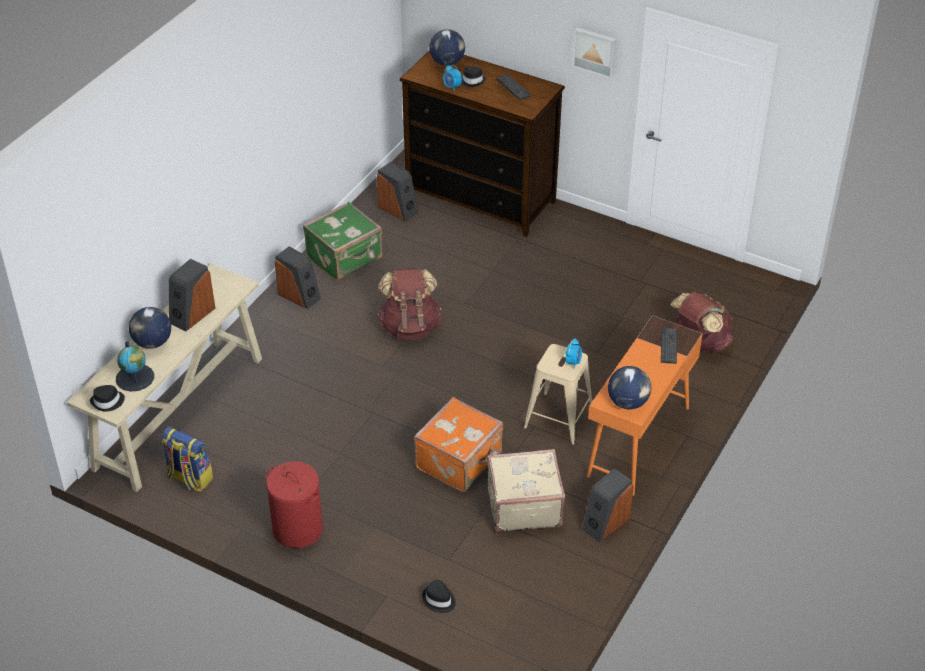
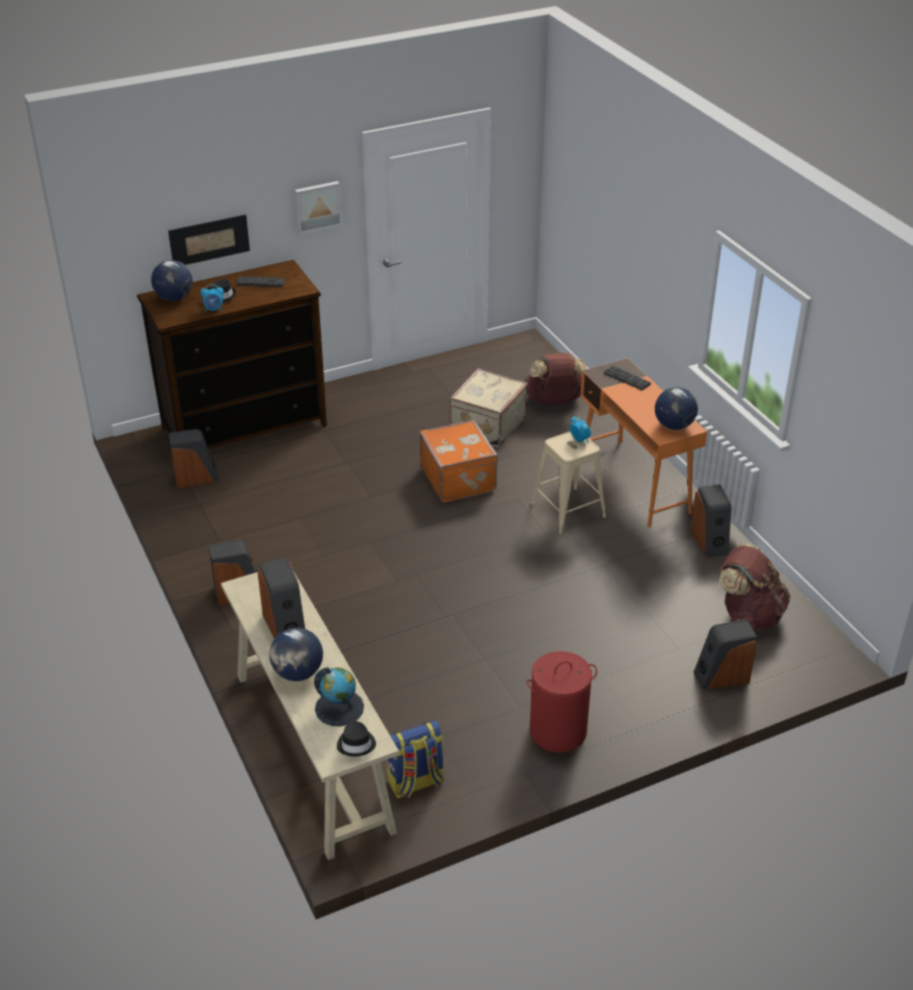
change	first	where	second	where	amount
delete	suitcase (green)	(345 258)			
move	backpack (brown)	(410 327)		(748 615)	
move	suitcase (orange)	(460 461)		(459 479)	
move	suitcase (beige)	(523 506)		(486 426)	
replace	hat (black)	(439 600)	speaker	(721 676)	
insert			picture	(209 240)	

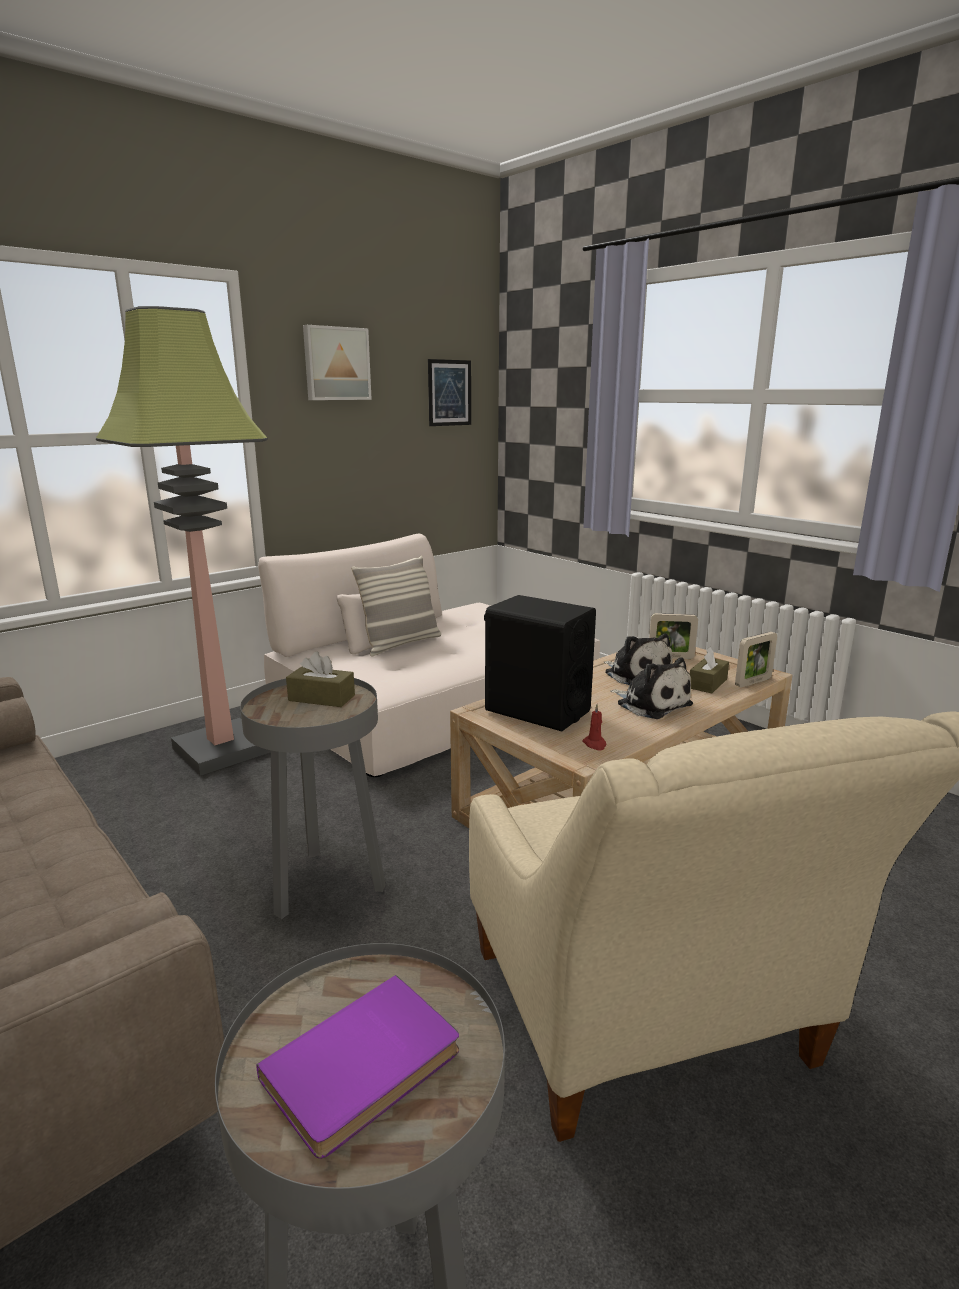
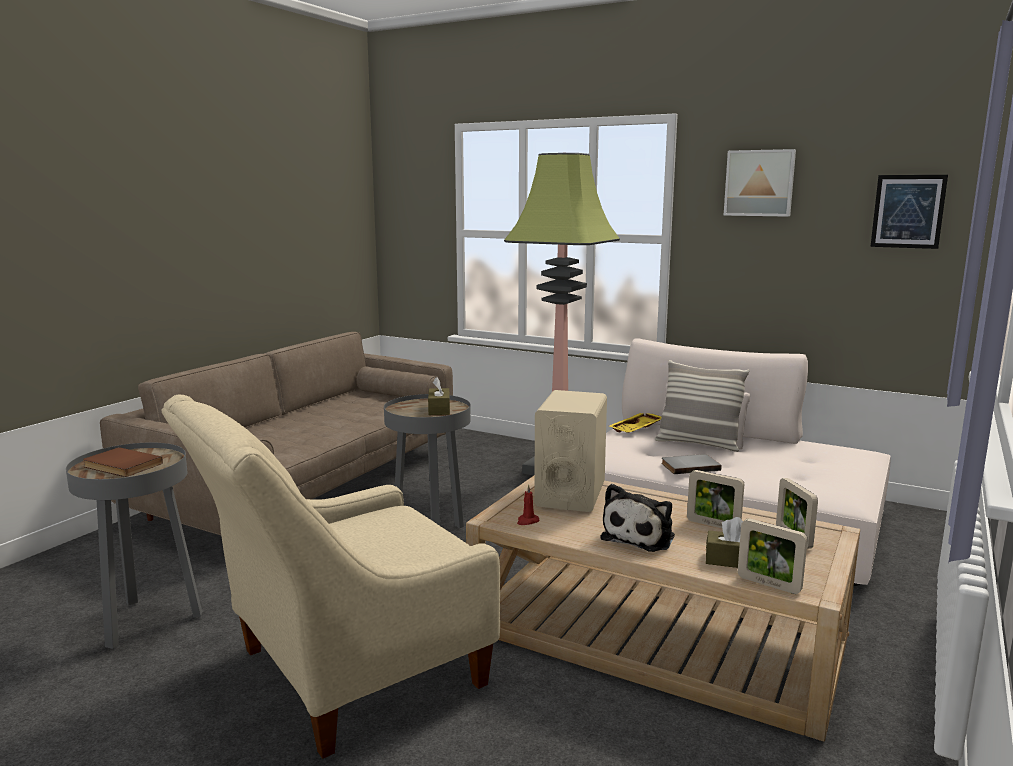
change	first	where	second	where	amount
recolor	speaker (black)	(537 711)	speaker (beige)	(570 494)	
replace	plush toy	(636 674)	picture frame	(713 525)	
recolor	book (purple)	(366 1068)	book (brown)	(120 466)	
insert			tray (yellow)	(637 429)	
insert			book (grey)	(689 466)	

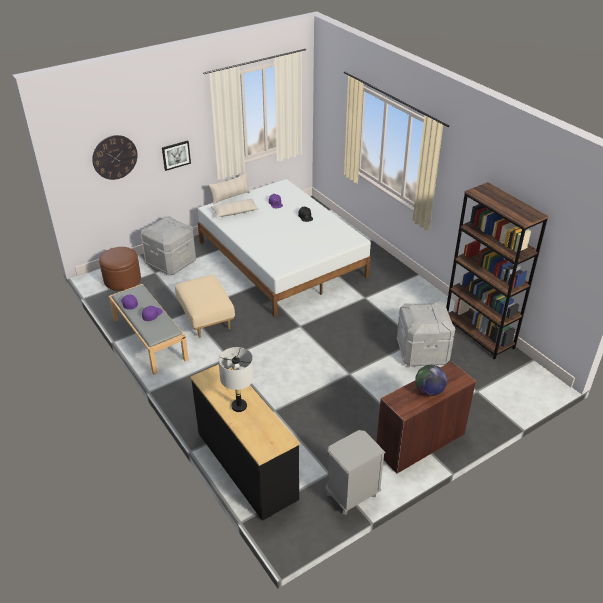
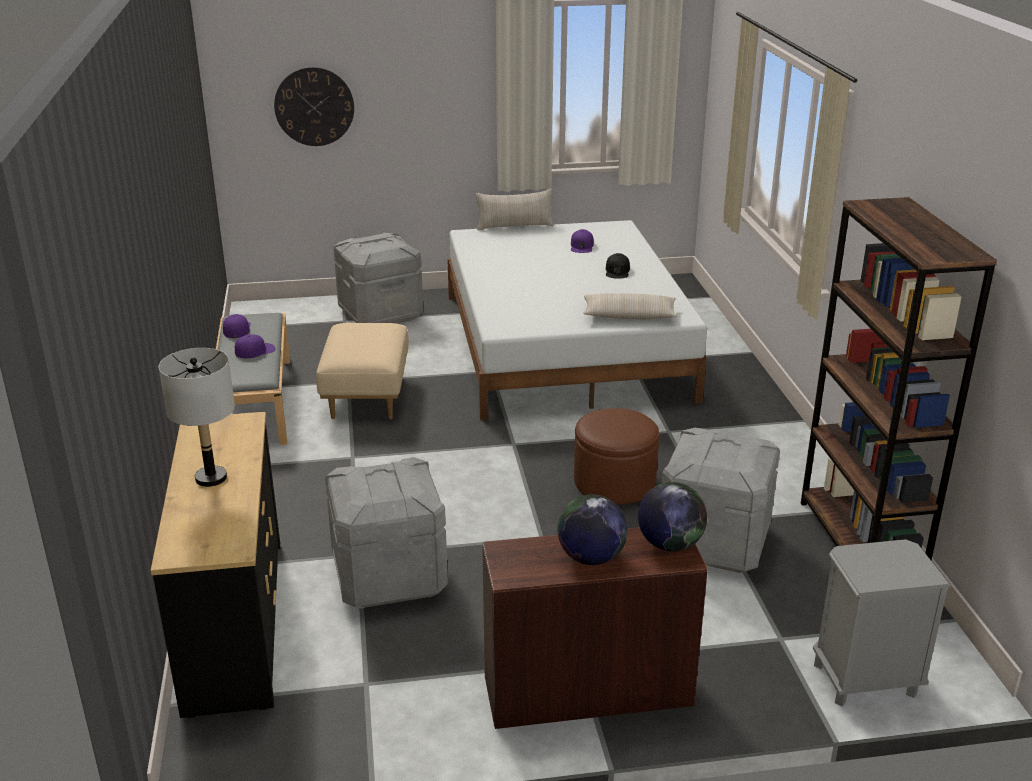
change	first	where	second	where	amount
delete	picture	(176 155)			
move	pillow (beige)	(235 212)		(629 315)	
move	ottoman (brown)	(122 280)		(614 482)	
move	nightstand (grey)	(352 495)		(864 680)	
insert			storage box (grey)	(388 575)	
insert			globe	(669 544)	

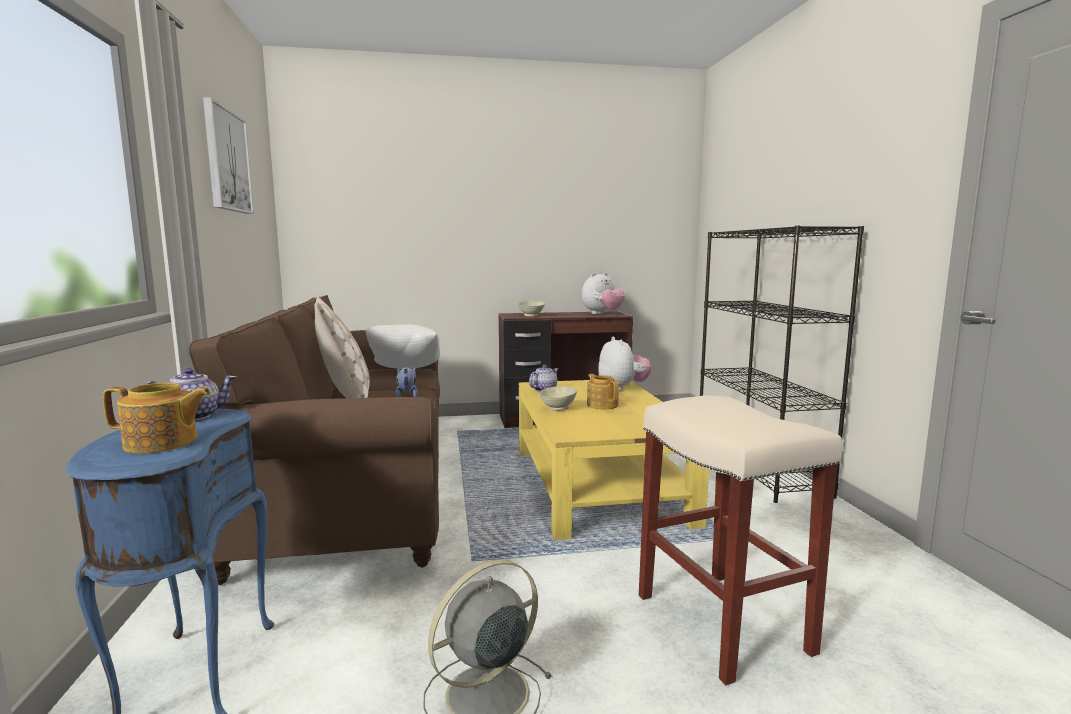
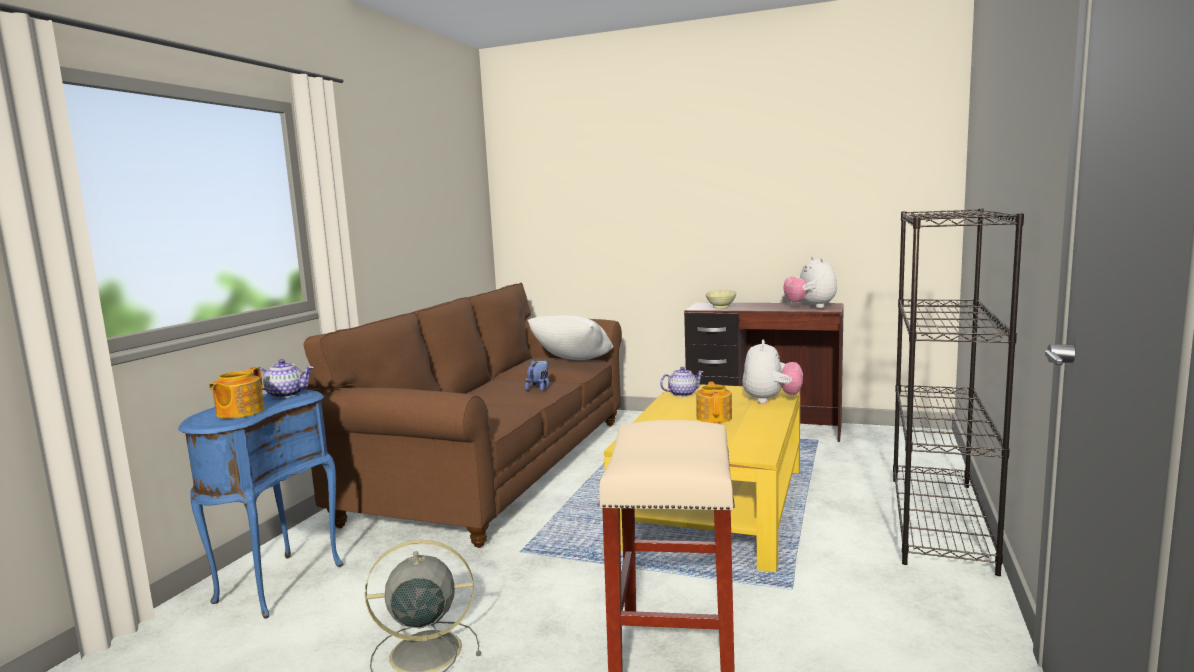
change	first	where	second	where	amount
delete	picture	(227 161)			
rotate	plush toy	(602 314)		(810 307)	90 degrees clockwise
delete	pillow (beige)	(345 396)			
rotate	teapot	(162 443)		(239 412)	75 degrees clockwise
delete	bowl (beige)	(557 408)			

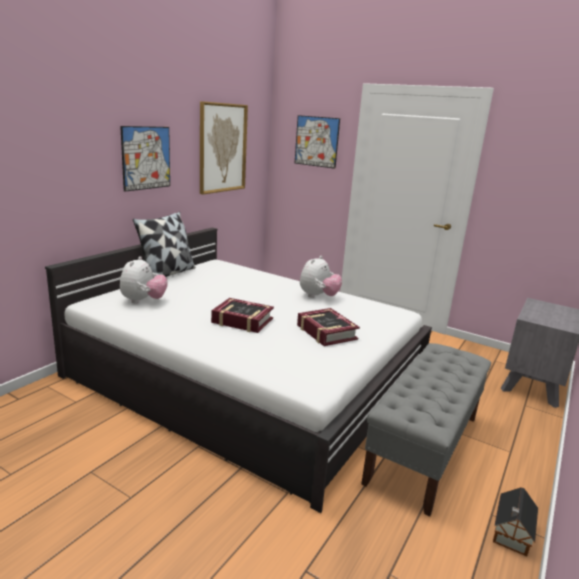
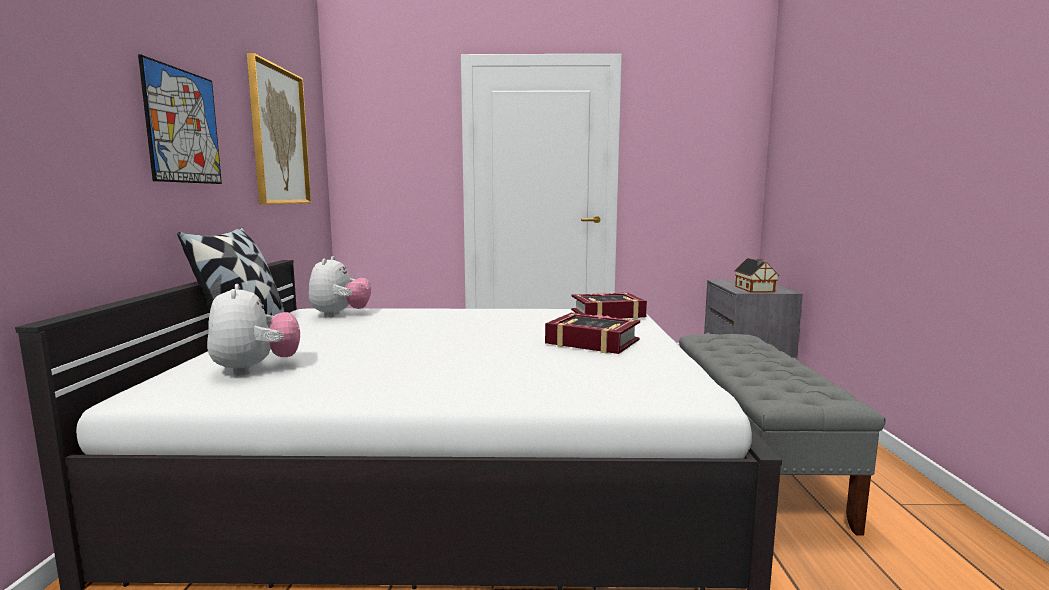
change	first	where	second	where	amount
delete	picture	(316 141)			
move	plush toy	(318 296)		(340 315)	
move	book	(242 321)		(607 314)	
move	toy house	(511 533)		(754 289)	

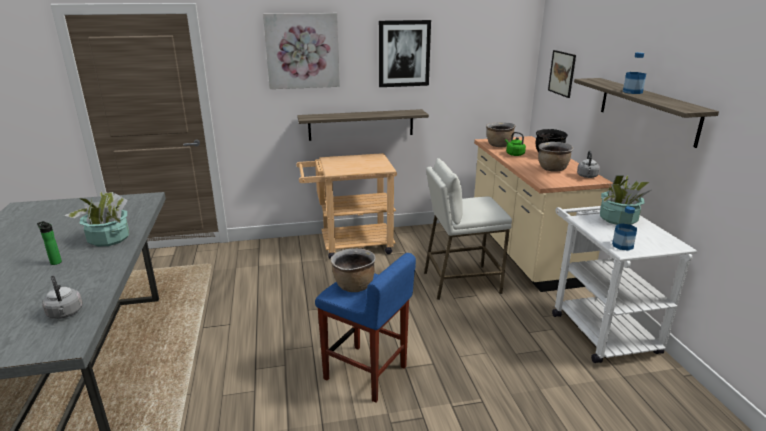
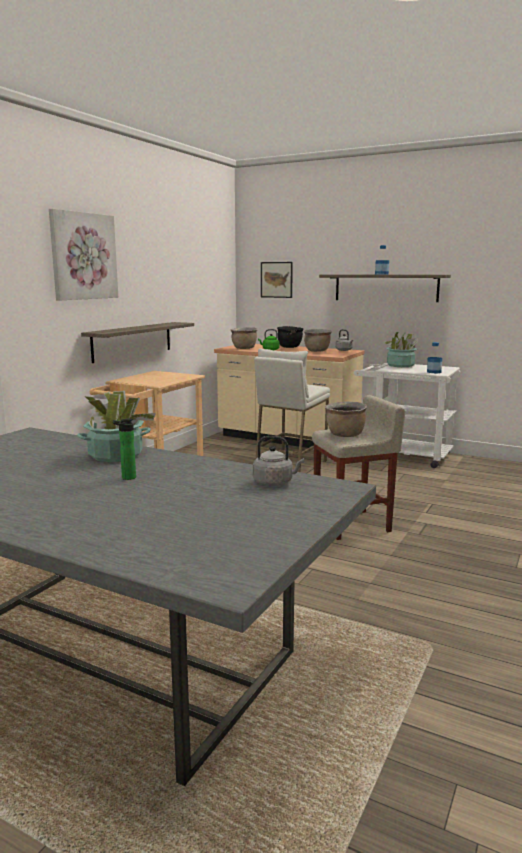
change	first	where	second	where	amount
delete	picture	(404 53)			
recolor	stool (blue)	(366 373)	stool (beige)	(352 524)	

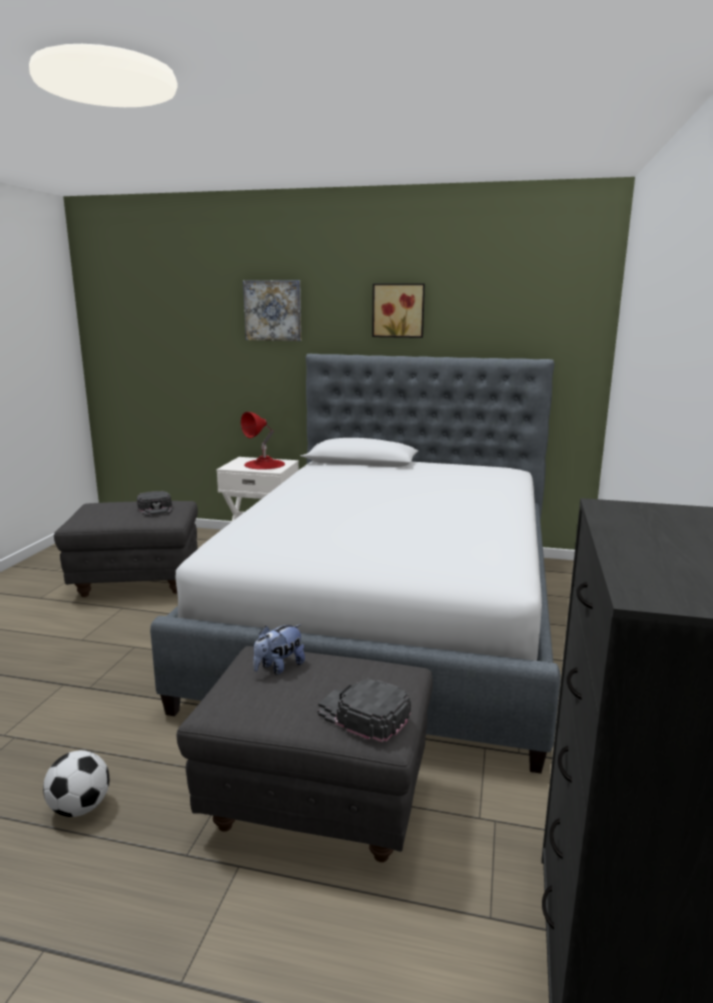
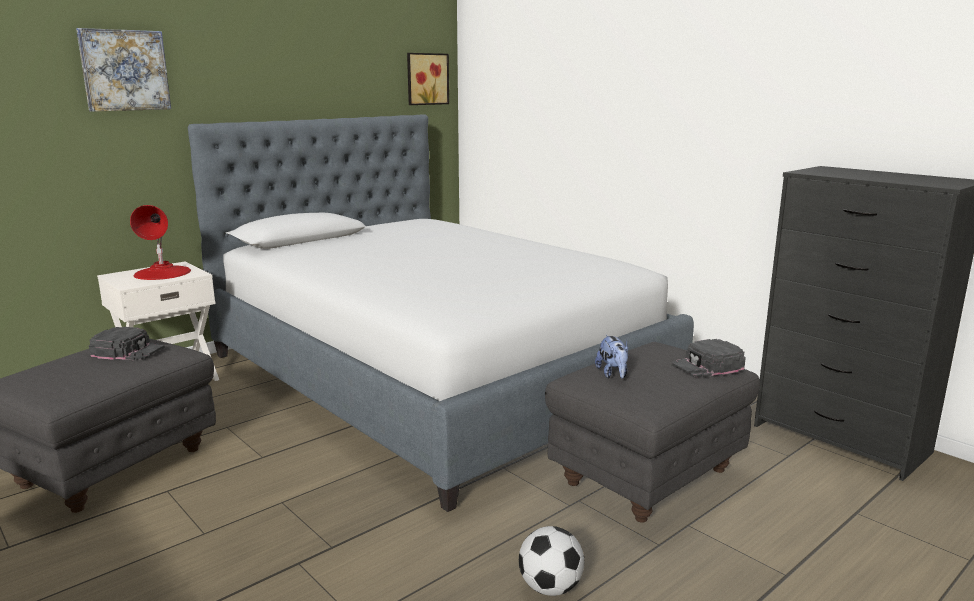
change	first	where	second	where	amount
move	picture	(398 310)		(426 79)	

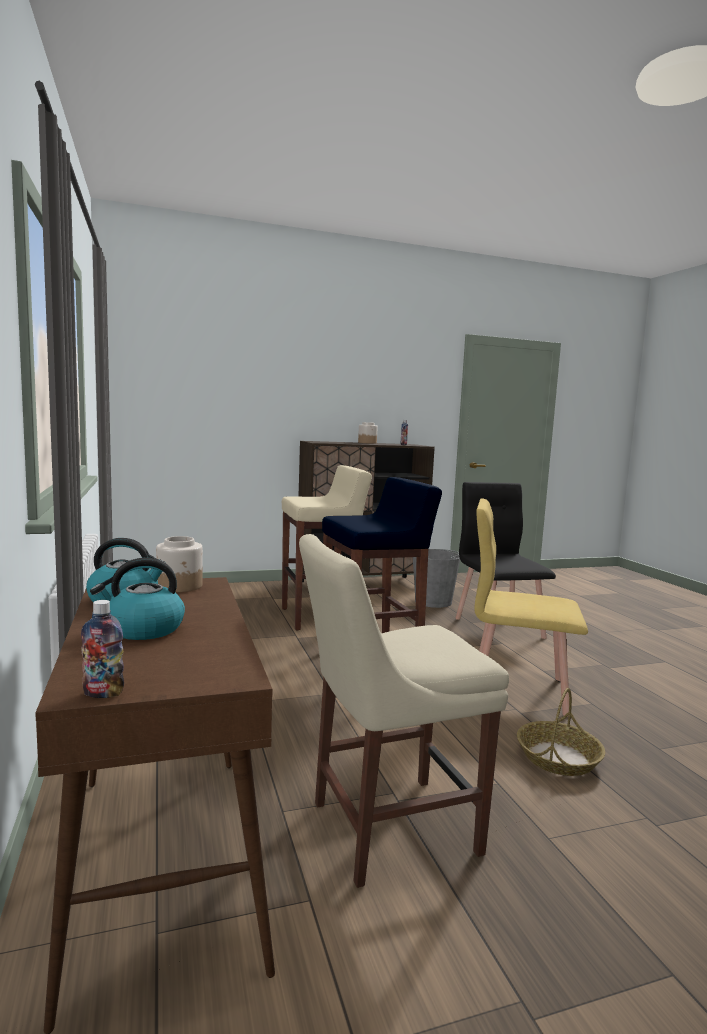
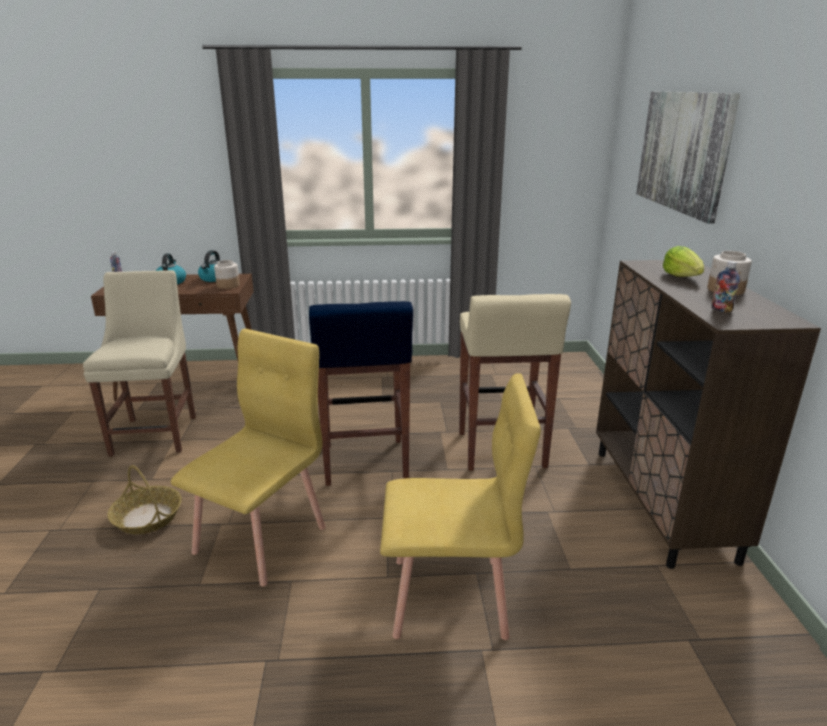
change	first	where	second	where	amount
recolor	chair (black)	(499 627)	chair (yellow)	(450 597)	
delete	bucket (grey)	(433 601)			
insert			picture	(683 151)	
insert			lettuce	(682 277)	

